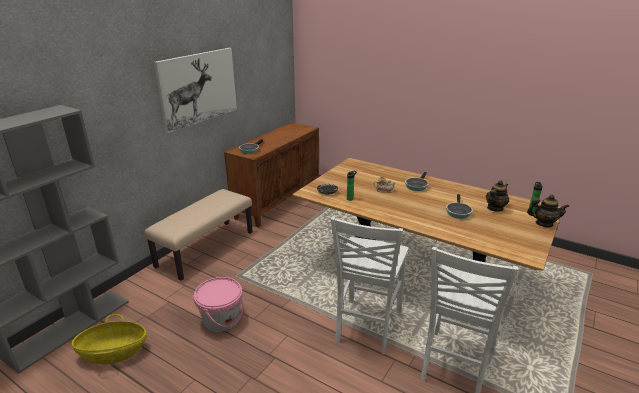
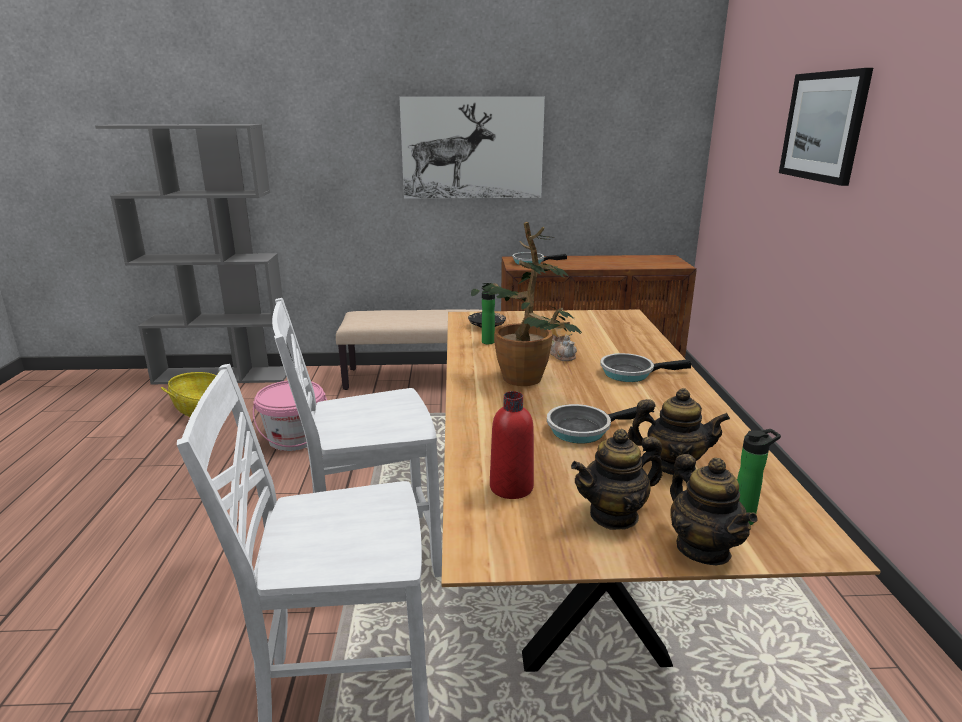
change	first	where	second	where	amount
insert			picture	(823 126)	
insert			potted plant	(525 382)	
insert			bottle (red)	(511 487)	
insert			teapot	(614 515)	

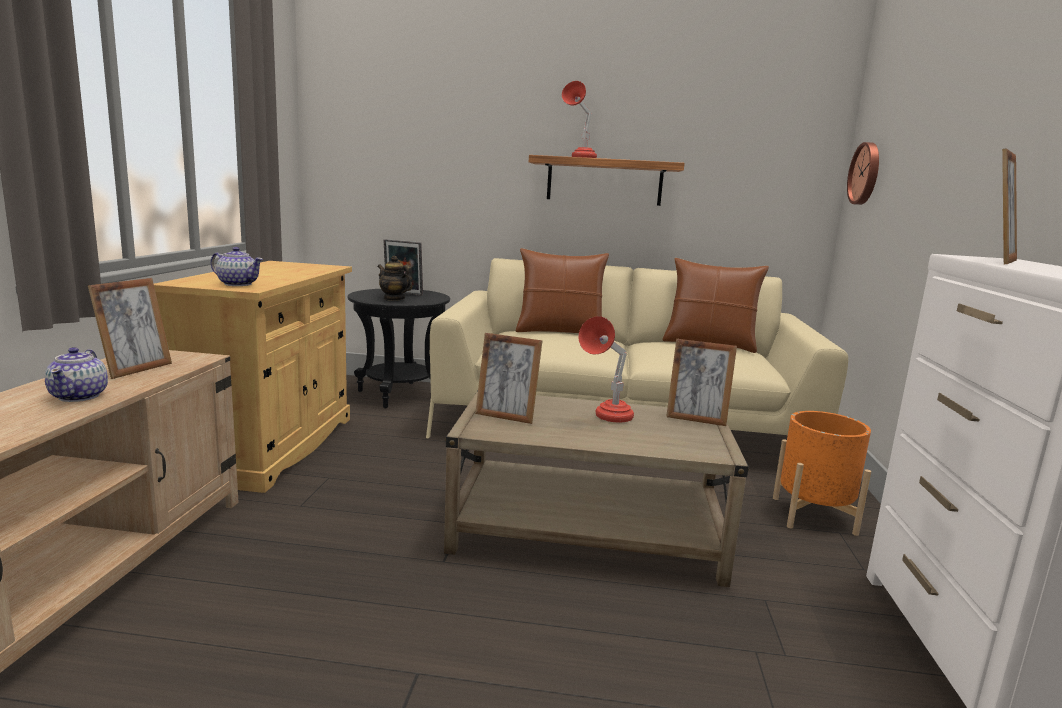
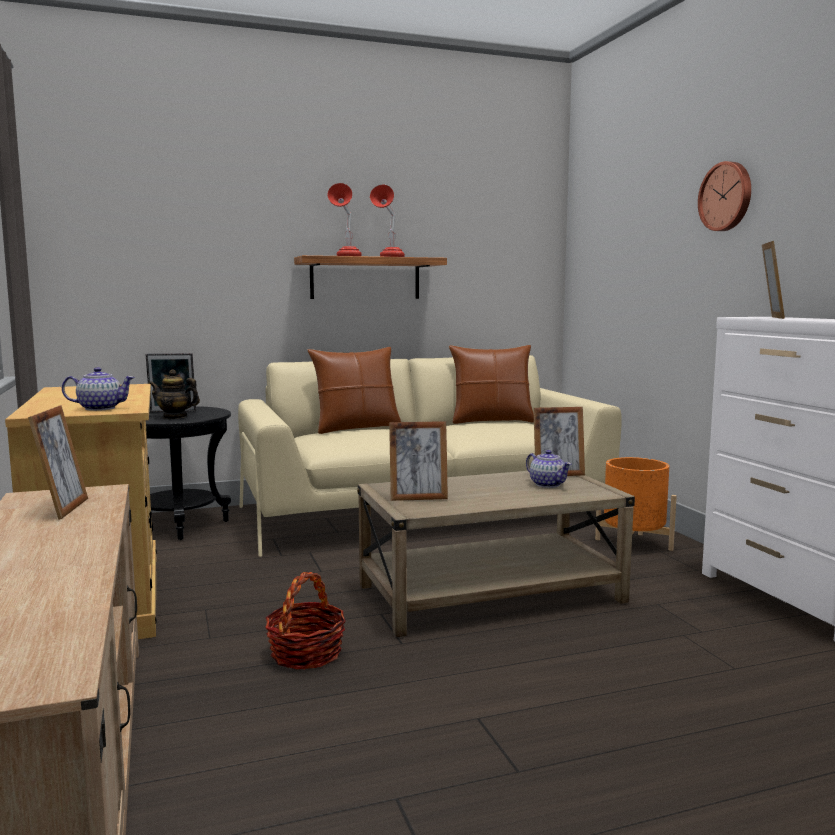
change	first	where	second	where	amount
move	wall clock	(866 174)		(726 196)	
move	table lamp (red)	(606 419)		(389 257)	
move	teapot	(80 396)		(547 484)	
insert			basket	(306 654)	

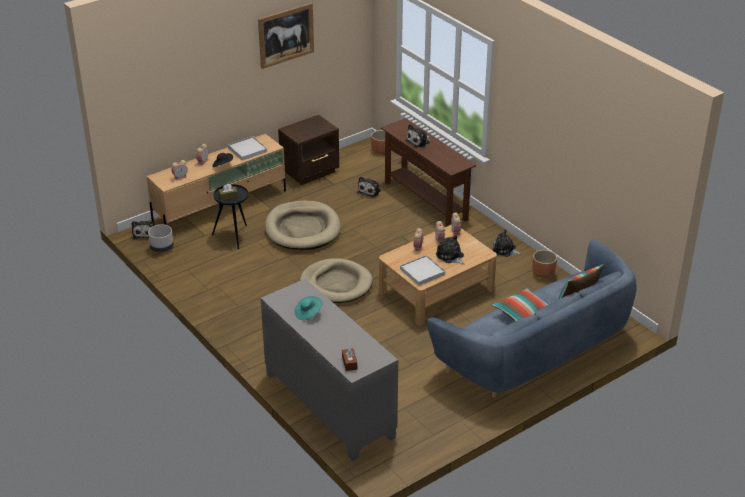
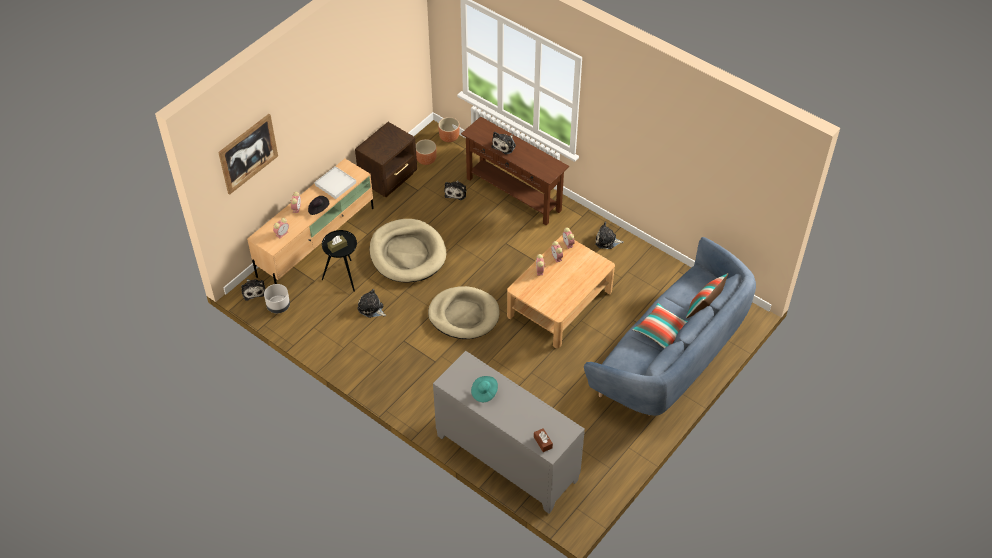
change	first	where	second	where	amount
move	picture	(286 35)		(248 153)	
move	plush toy	(450 256)		(371 309)	
move	planter (brown)	(543 273)		(426 159)	
delete	tray (white)	(422 272)			

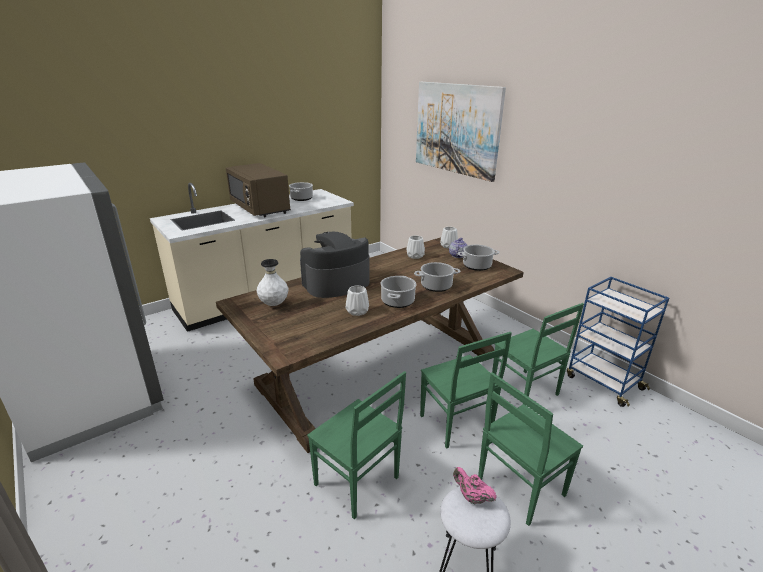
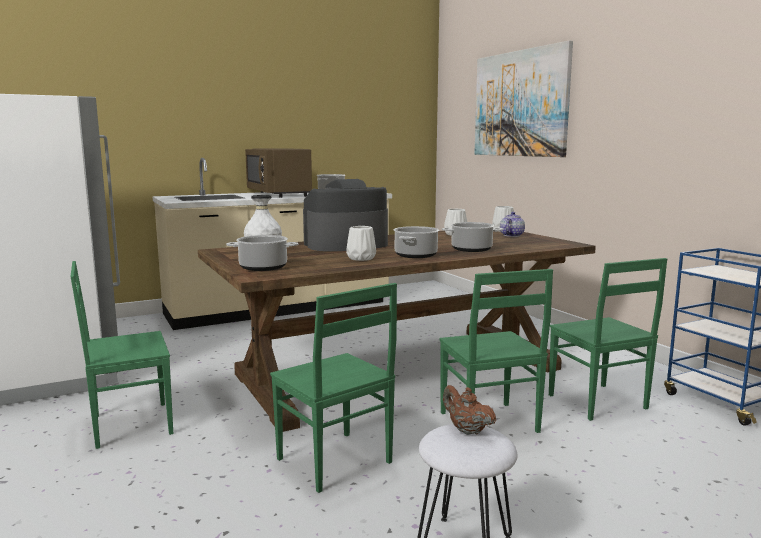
change	first	where	second	where	amount
move	cooking pot	(476 266)		(262 267)	
move	chair (green)	(519 486)		(130 424)	
recolor	teapot (pink)	(472 497)	teapot (brown)	(466 430)	

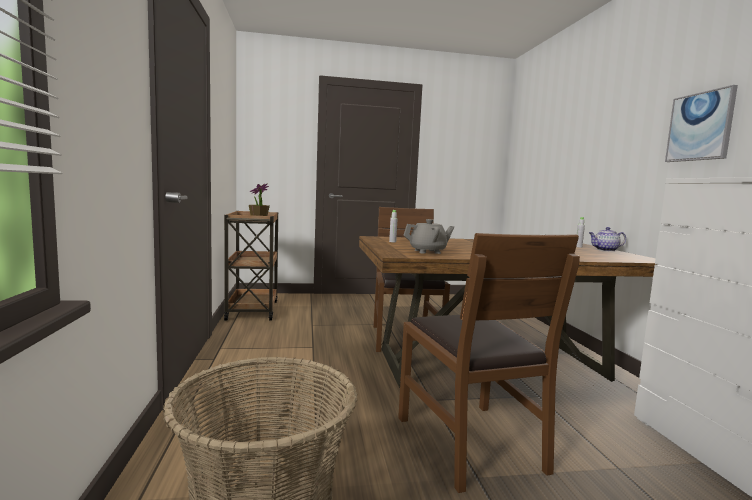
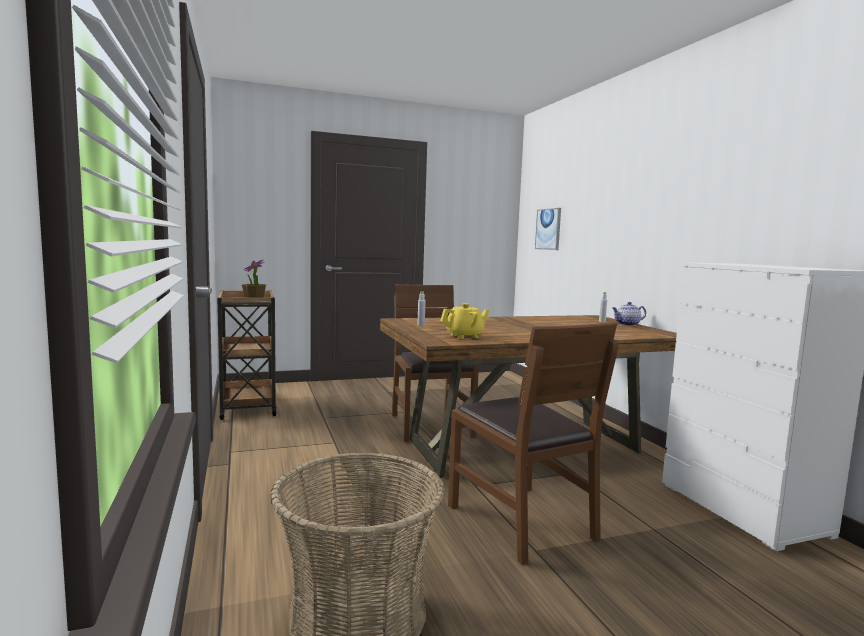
change	first	where	second	where	amount
move	picture	(700 126)		(548 229)	
recolor	teapot (grey)	(428 251)	teapot (yellow)	(464 336)	

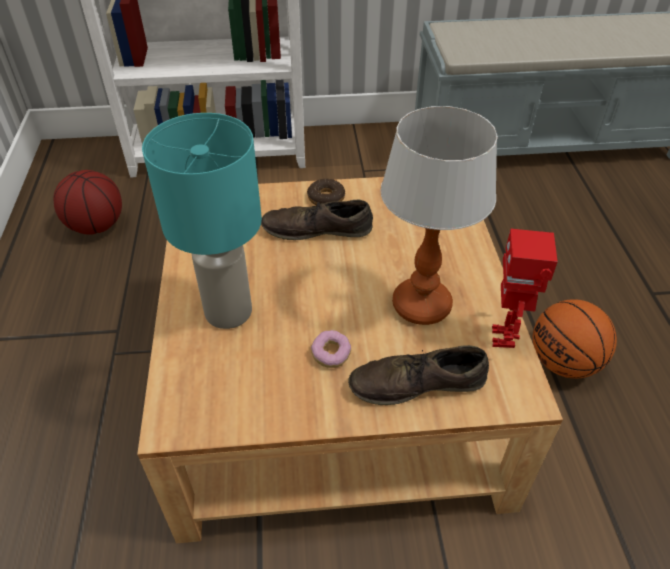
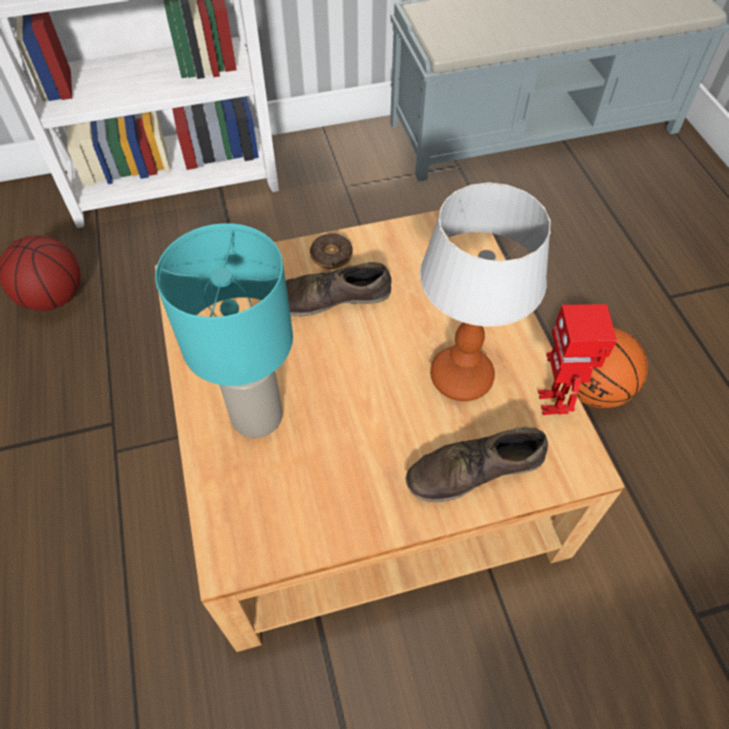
change	first	where	second	where	amount
delete	donut	(331 355)			

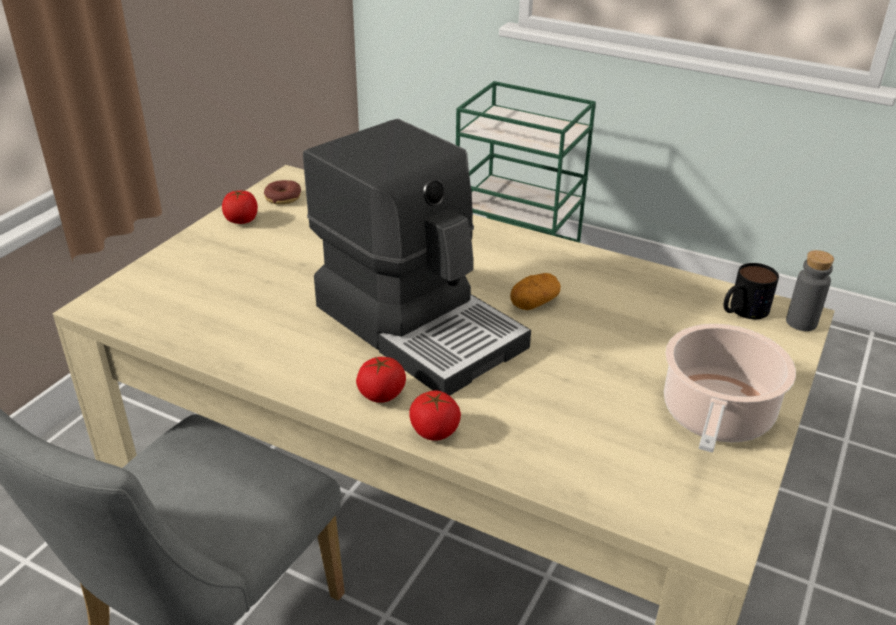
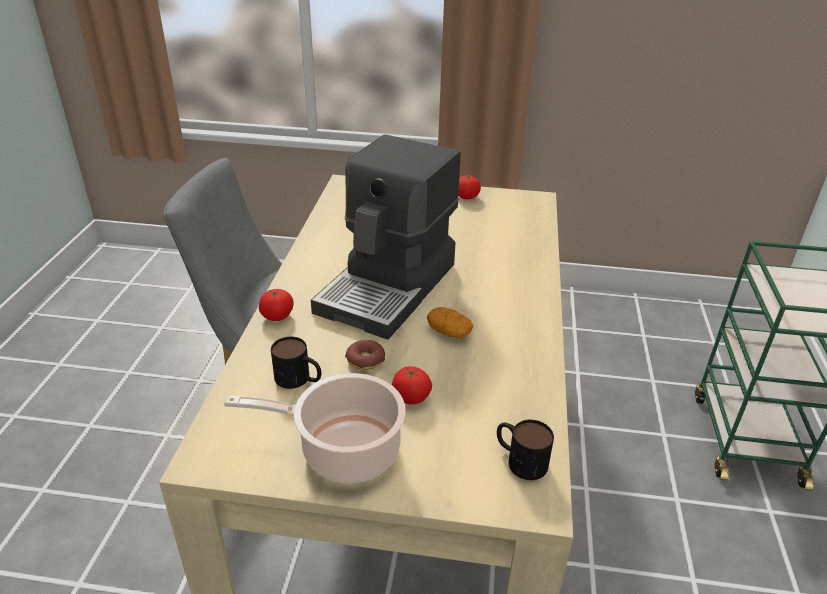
change	first	where	second	where	amount
move	donut	(283 198)		(365 360)	
delete	bottle (grey)	(801 322)			
move	tomato	(382 394)		(411 397)	
insert			mug	(299 379)	

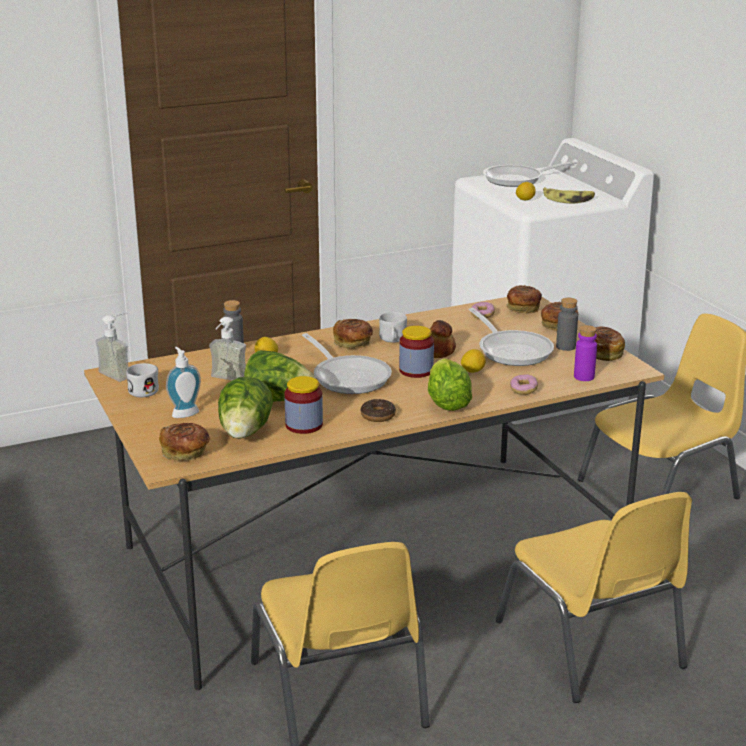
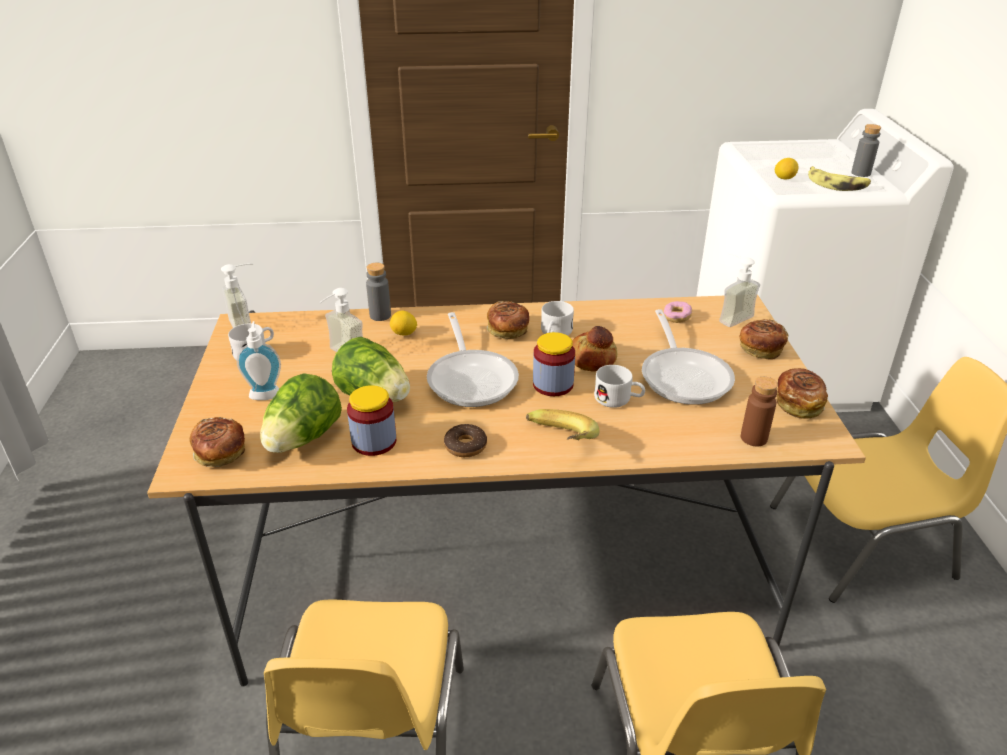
change	first	where	second	where	amount
delete	frying pan	(518 179)			
replace	bread	(523 309)	soap dispenser	(730 316)	
move	bottle (grey)	(565 347)		(860 173)	
recolor	bottle (purple)	(584 377)	bottle (brown)	(753 438)	
replace	lemon	(472 371)	mug (white)	(618 399)	
replace	lettuce	(447 403)	banana	(558 443)	
delete	donut	(523 390)			

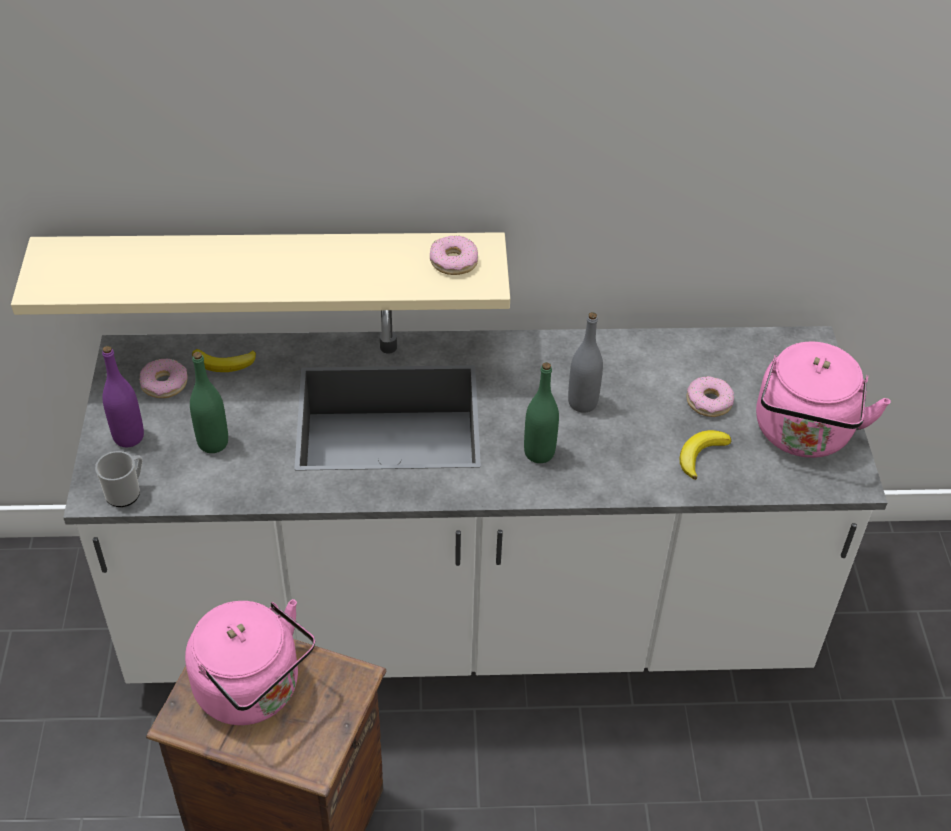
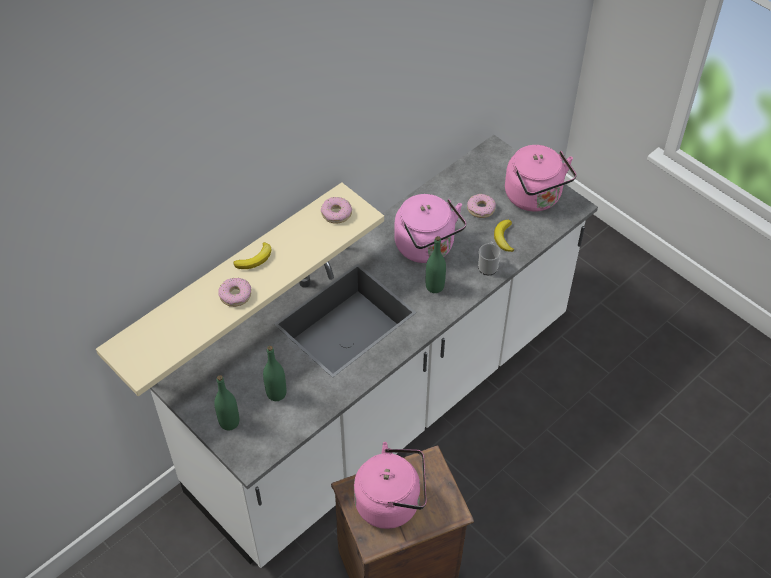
change	first	where	second	where	amount
replace	bottle (grey)	(582 402)	kettle (pink)	(427 248)	
recolor	bottle (purple)	(129 437)	bottle (green)	(229 422)	
move	banana	(224 363)		(255 259)	
move	donut	(164 384)		(235 295)	
move	mug	(126 492)		(488 266)	

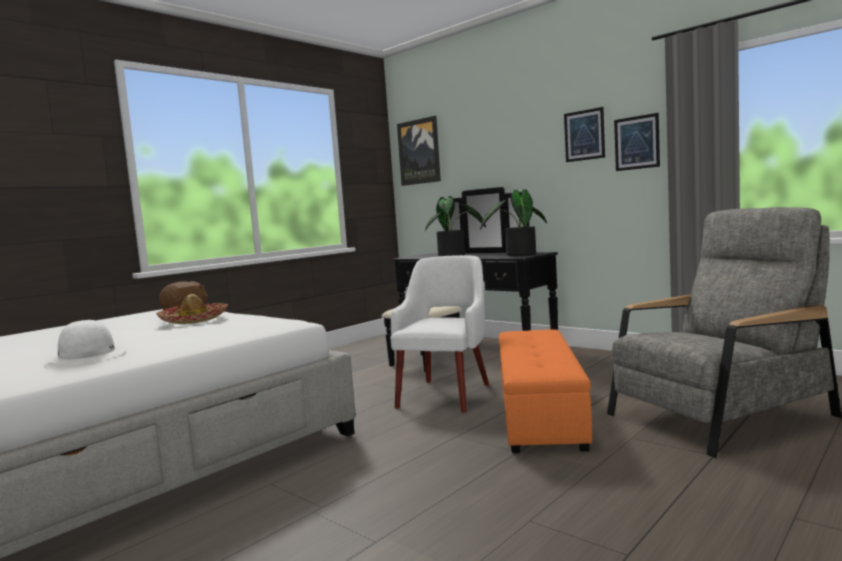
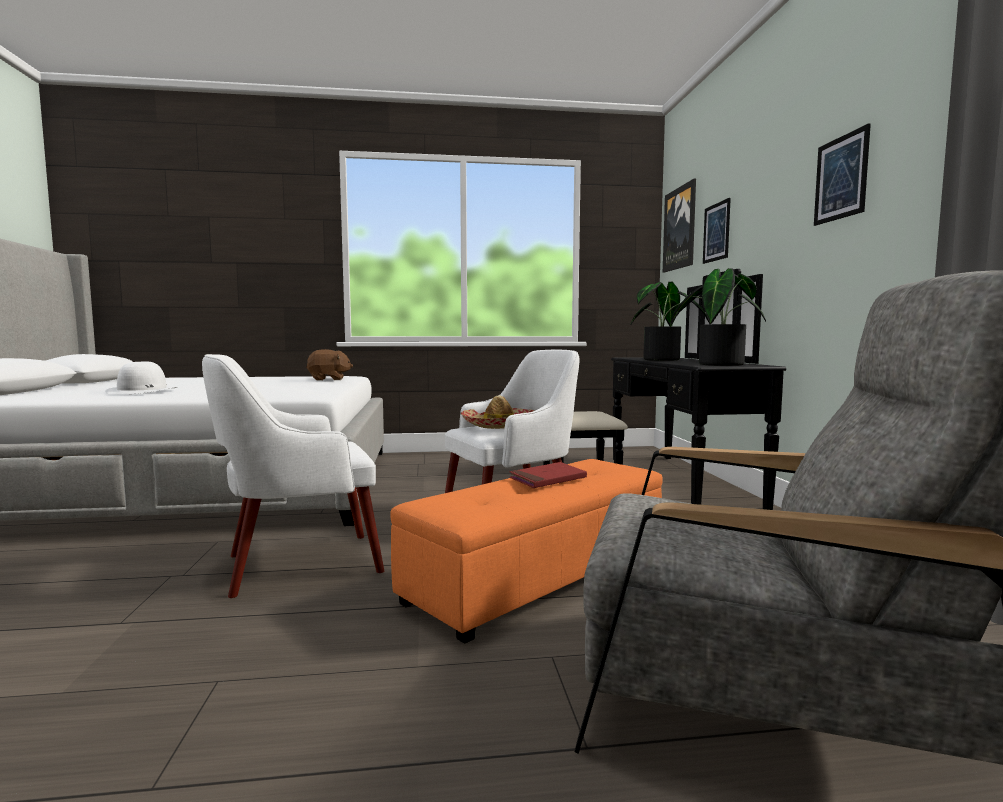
change	first	where	second	where	amount
move	picture	(636 142)		(716 232)	
move	hat	(194 320)		(499 425)	
insert			armchair (white)	(298 564)	
insert			book (red)	(548 479)	

